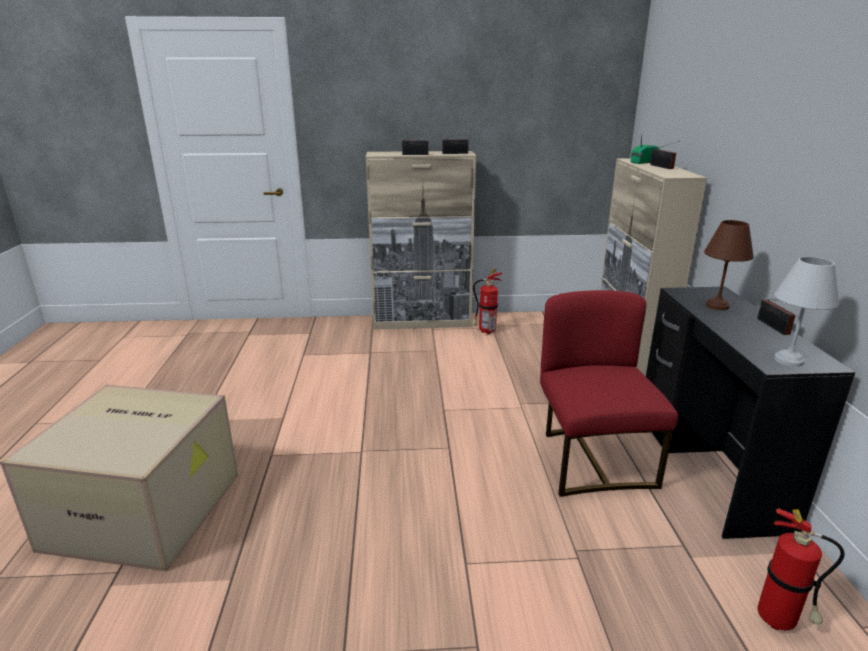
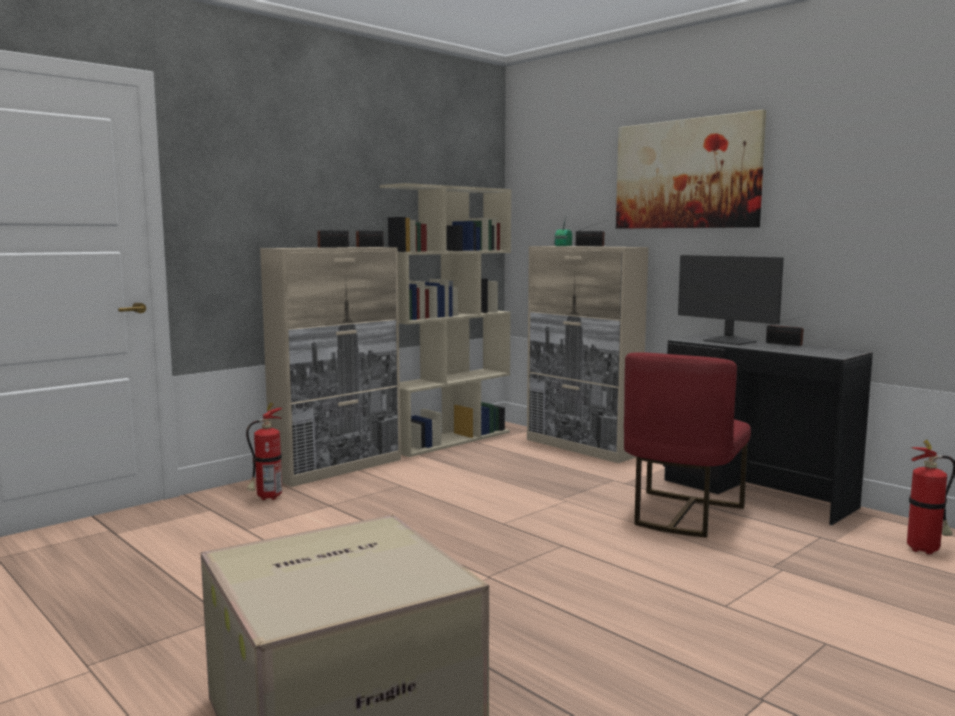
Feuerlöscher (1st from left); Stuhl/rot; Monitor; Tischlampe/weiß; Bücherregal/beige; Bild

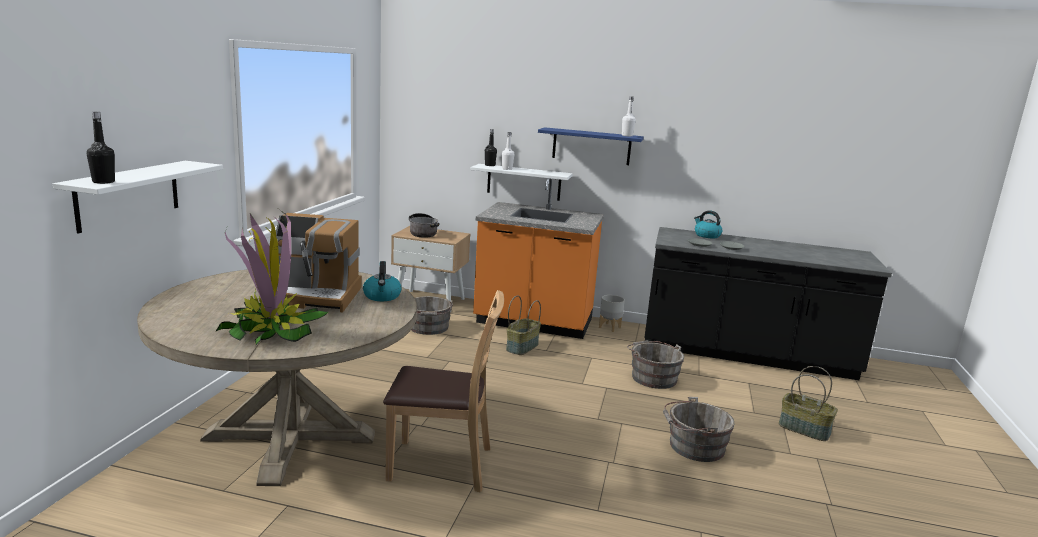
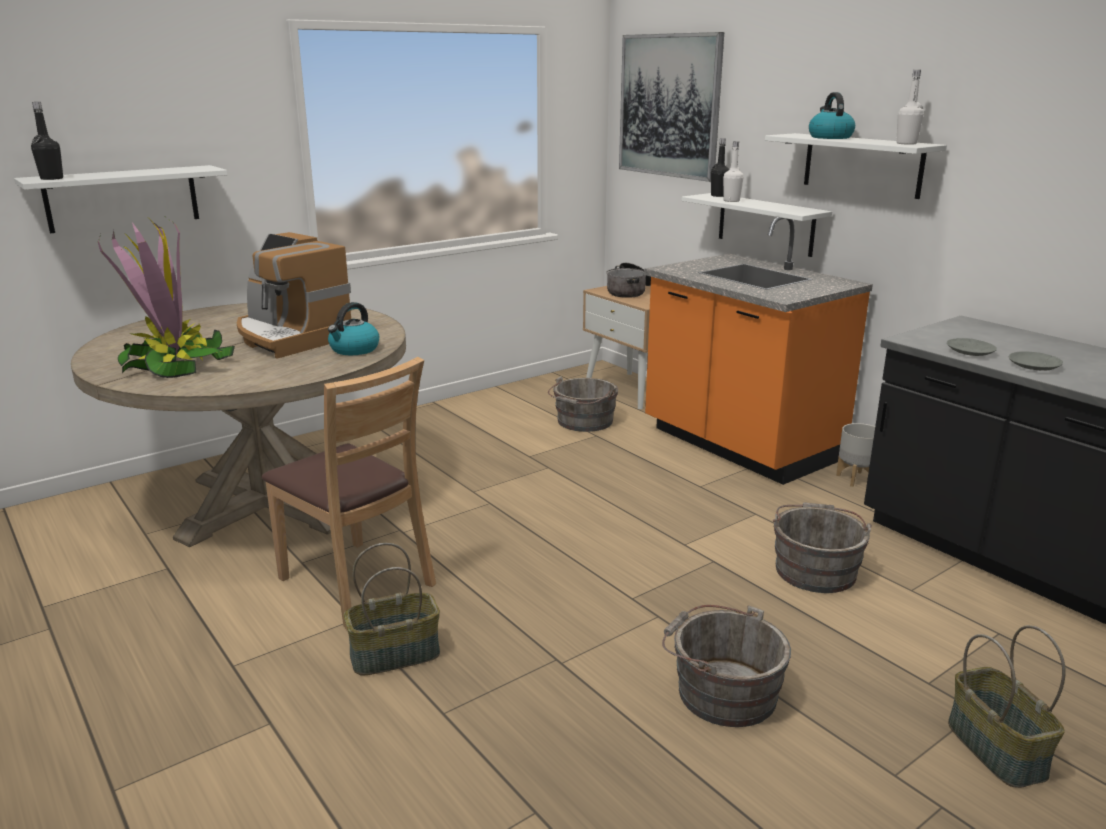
Korb (1st from left); Wandregal/weiß (3rd from left); Wasserkessel (2nd from left); Bild

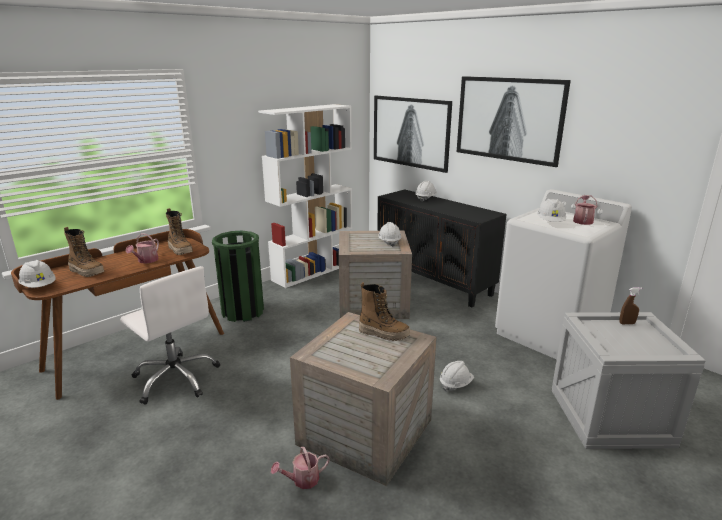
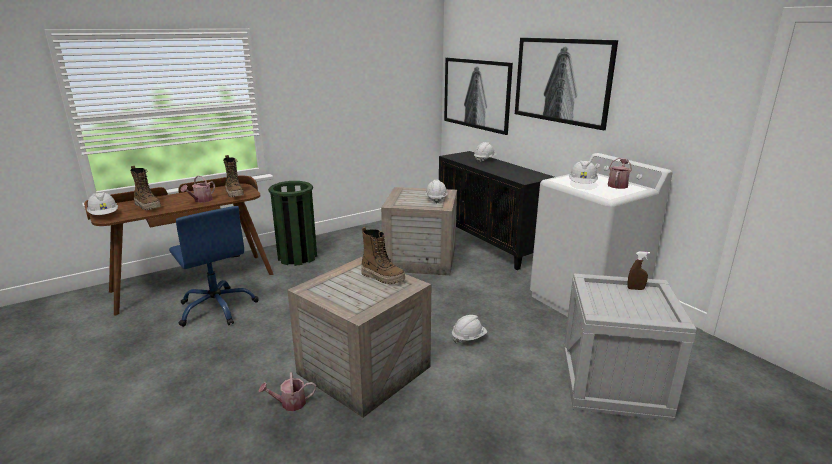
Bürostuhl/blau; Bücherregal/weiß

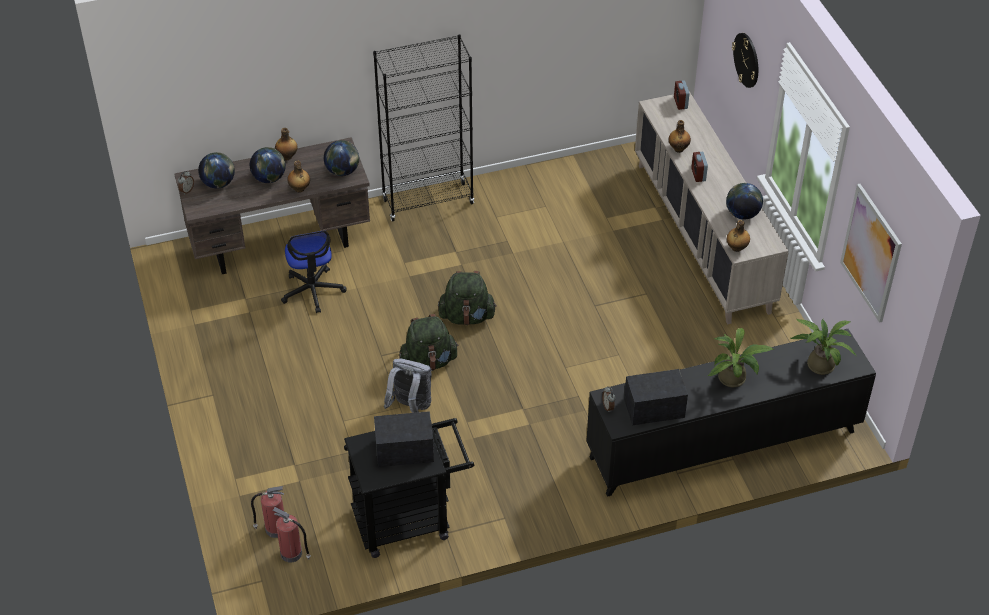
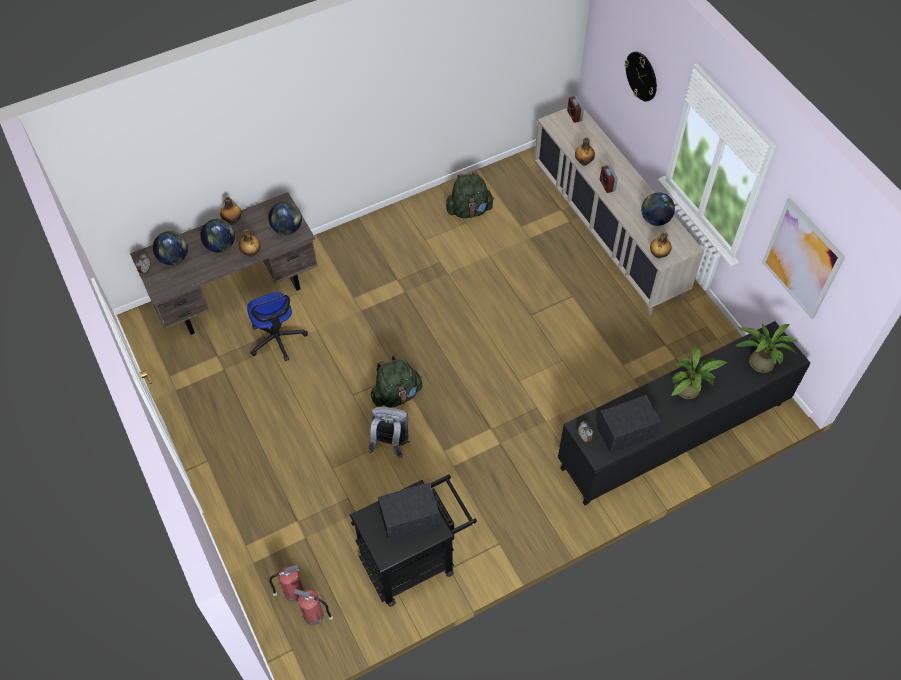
Bücherregal/schwarz; Rucksack/grün (2nd from left)

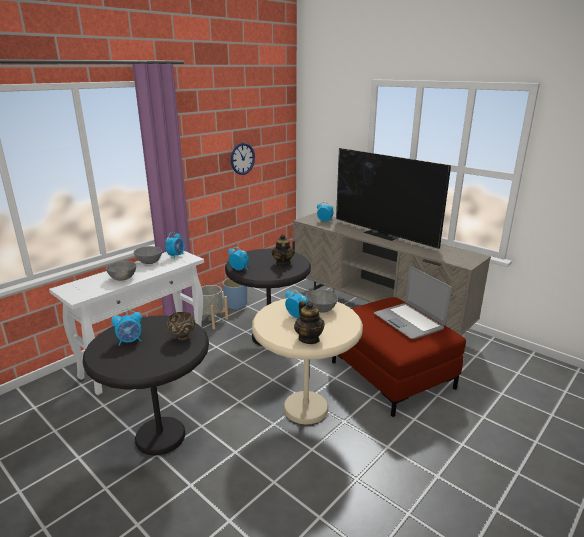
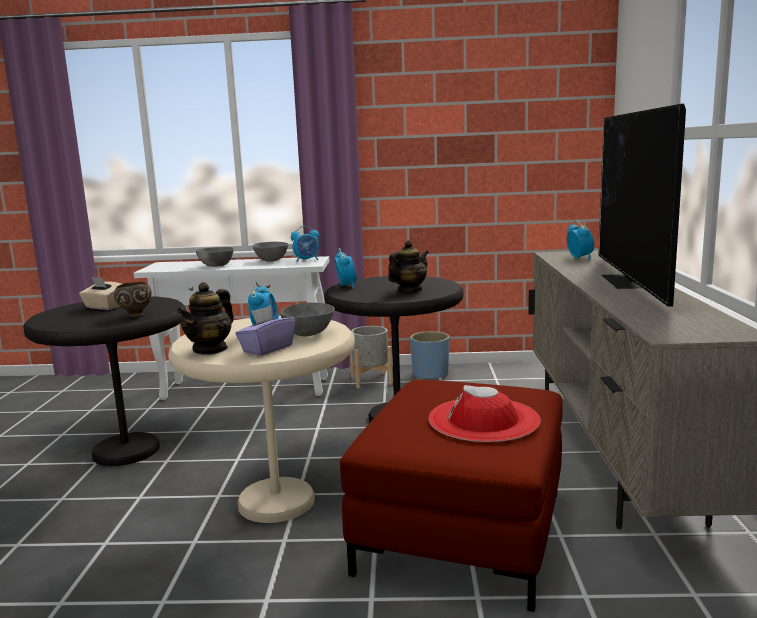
Taschentuchbox/beige; Wanduhr; Hut/rot; Taschentuchbox/lila

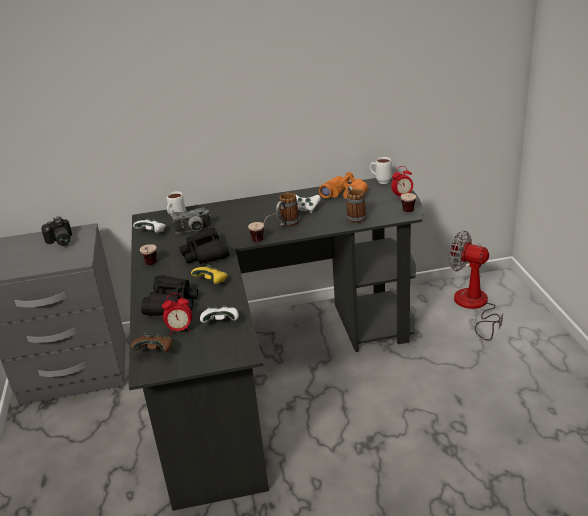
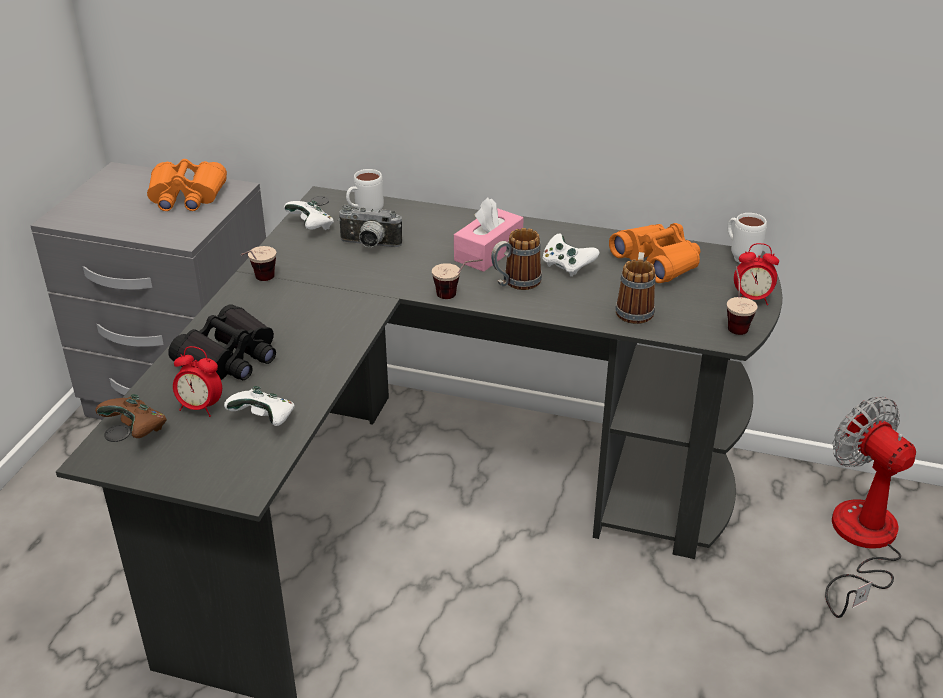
Fernglas/orange (1st from left); Fernglas/schwarz (2nd from left in the first image); Gamepad/gelb; Taschentuchbox/rosa

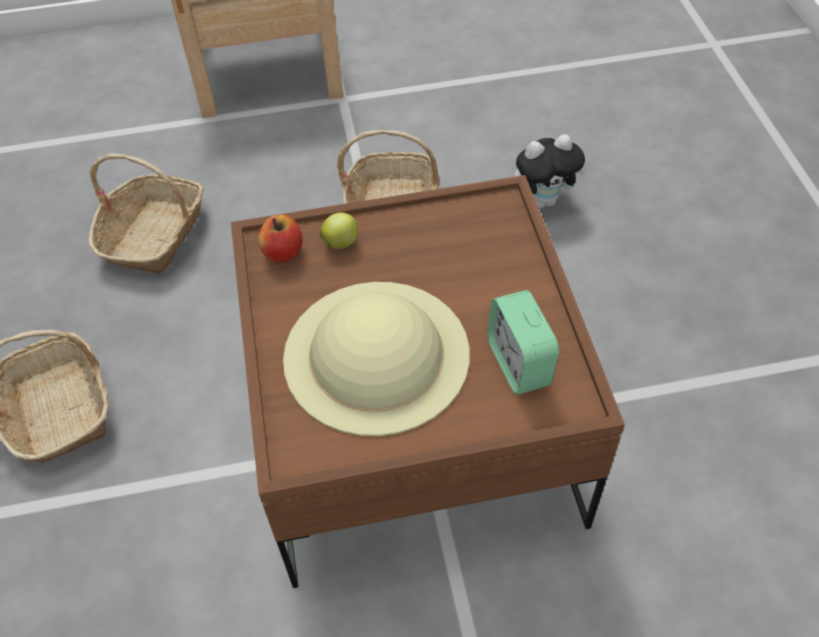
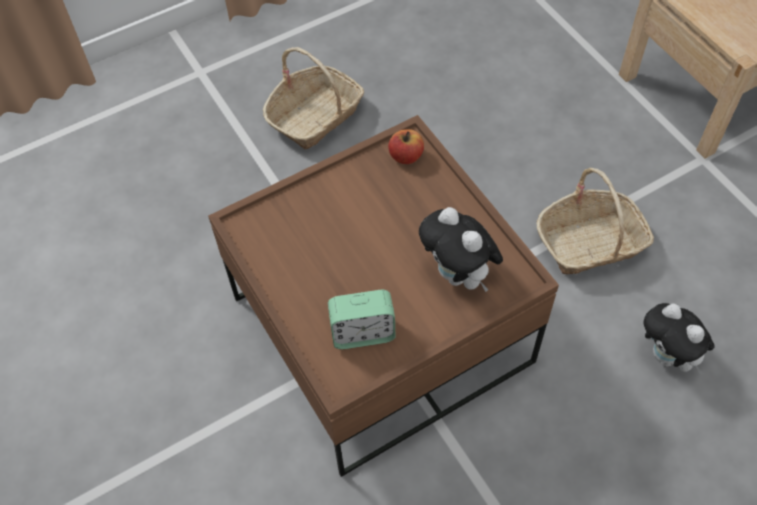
Korb (2nd from left in the first image); Hut/beige; Apfel (2nd from left in the first image); Wecker; Plüschtier (1st from left)

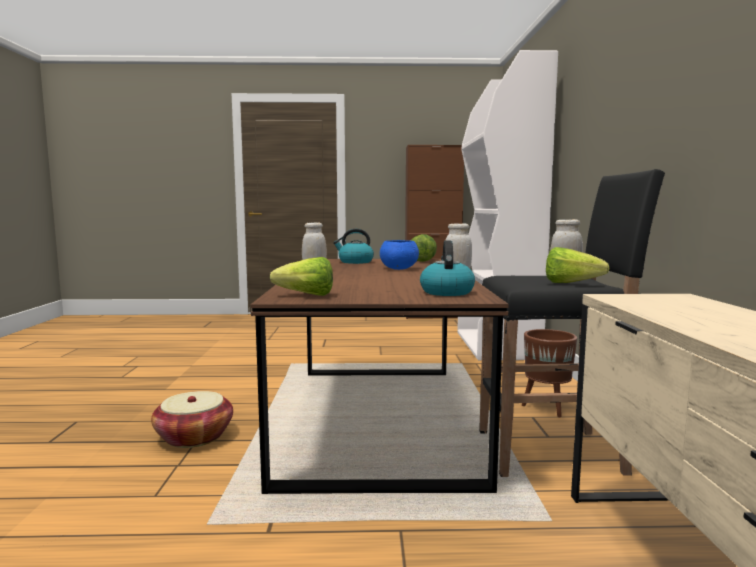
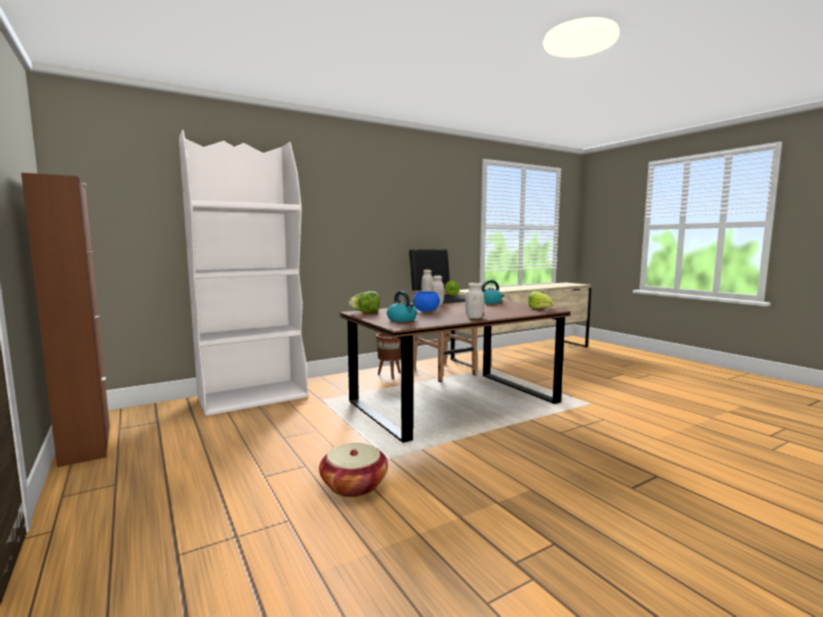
Korb

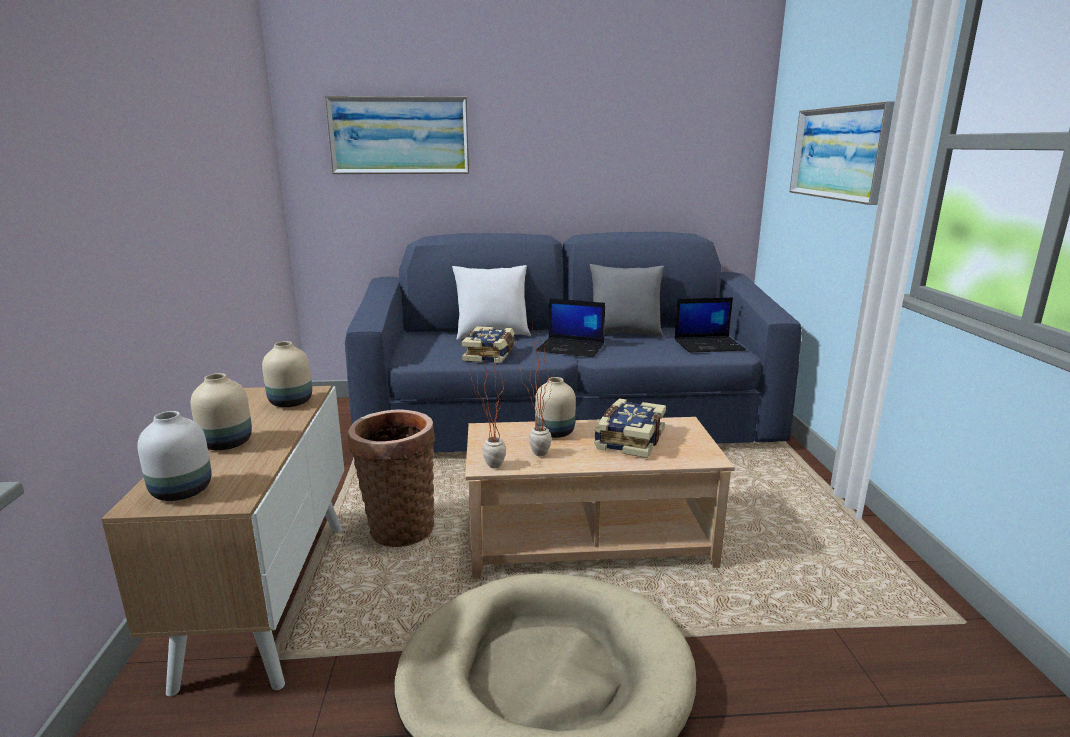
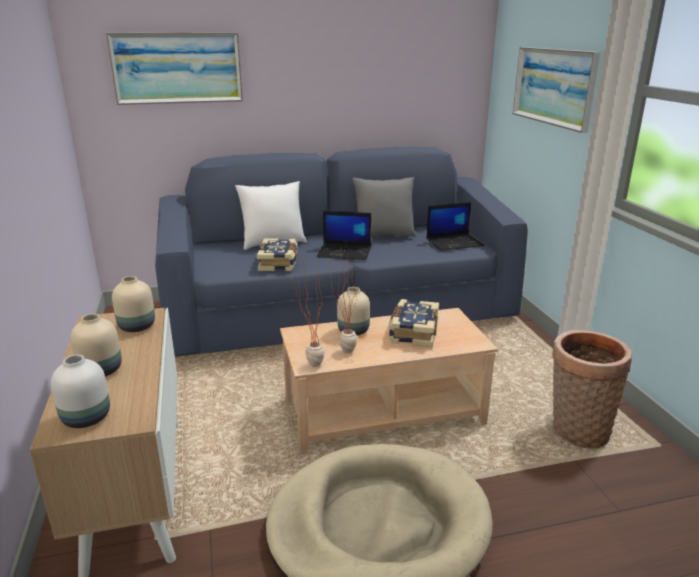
Korb

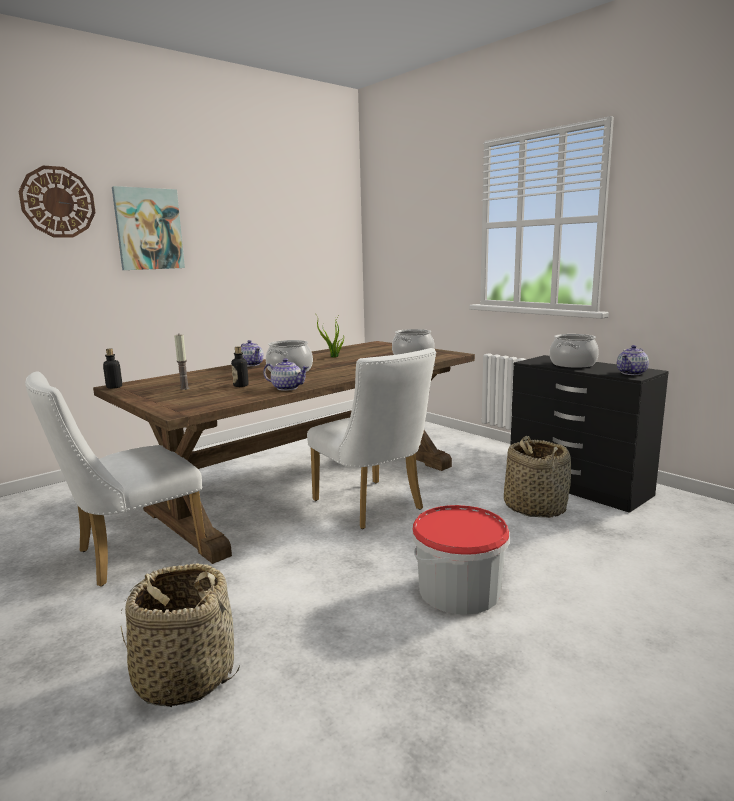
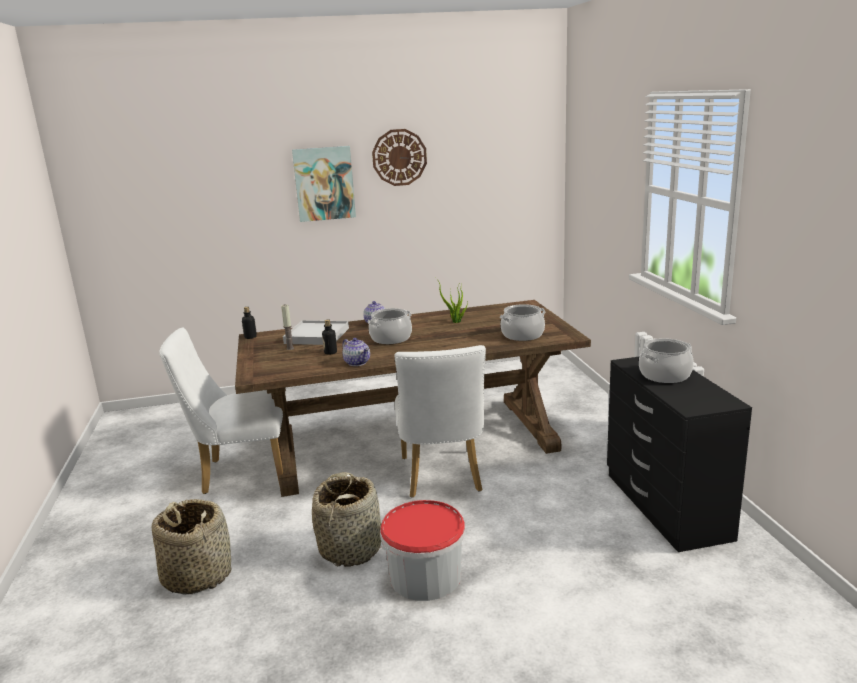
Wanduhr; Korb (2nd from left); Teekanne (3rd from left in the first image); Tablett/weiß

